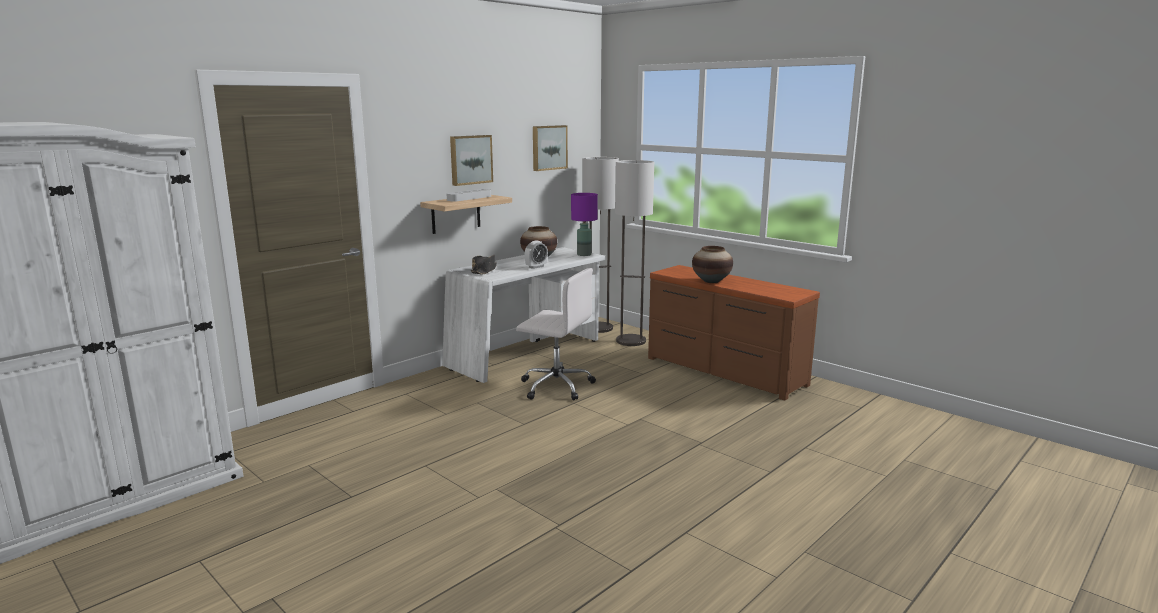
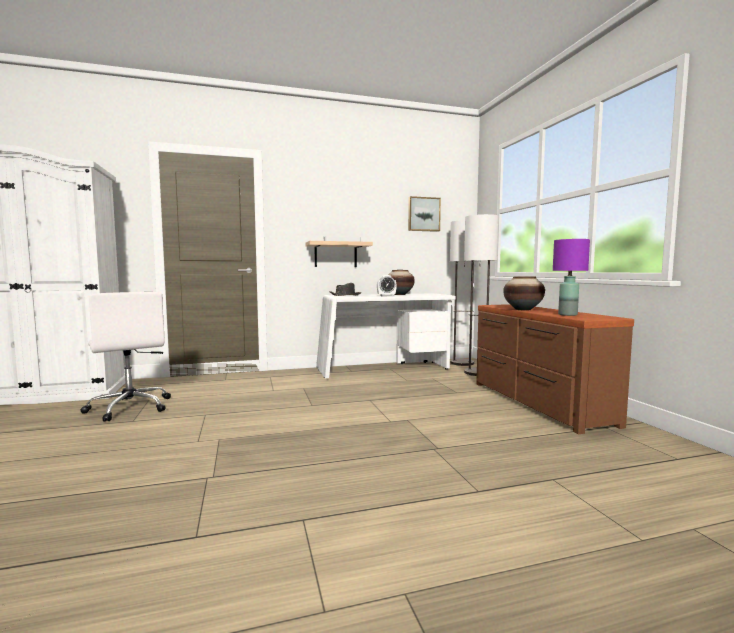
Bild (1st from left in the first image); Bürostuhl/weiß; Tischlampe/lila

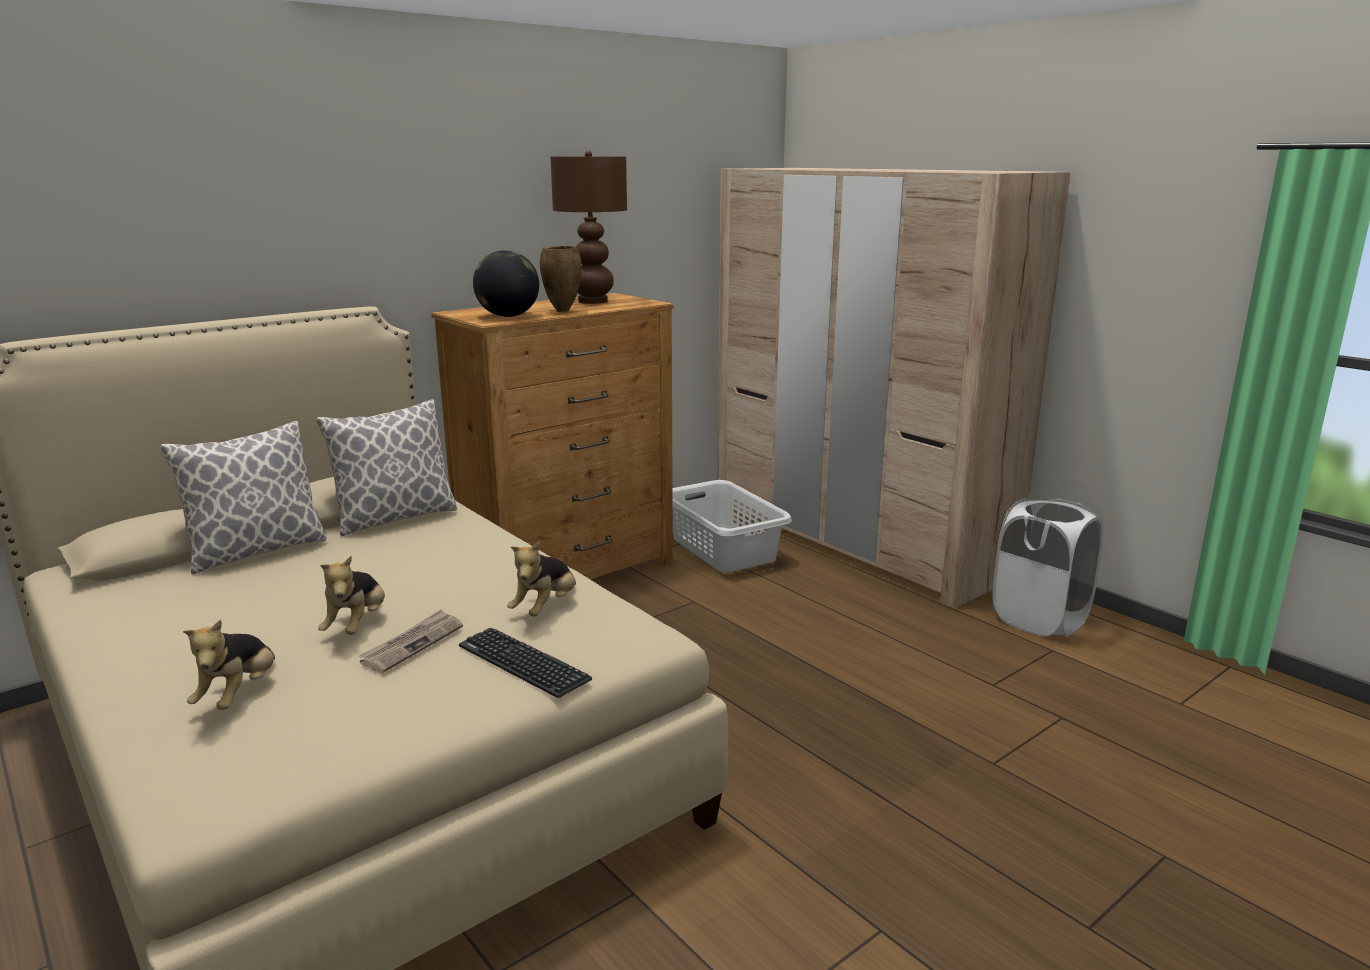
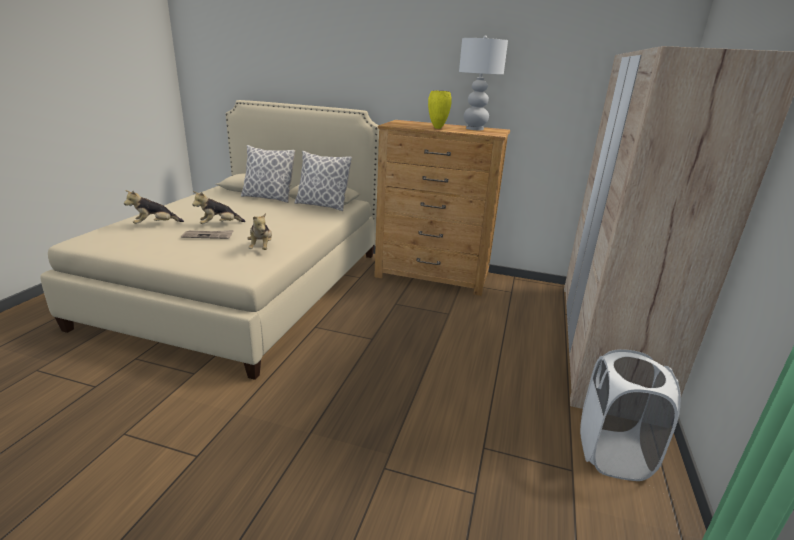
Tastatur; Globus; Plüschtier (3rd from left); Vase/gelb; Tischlampe/weiß; Wäschekorb/weiß (1st from left in the first image)

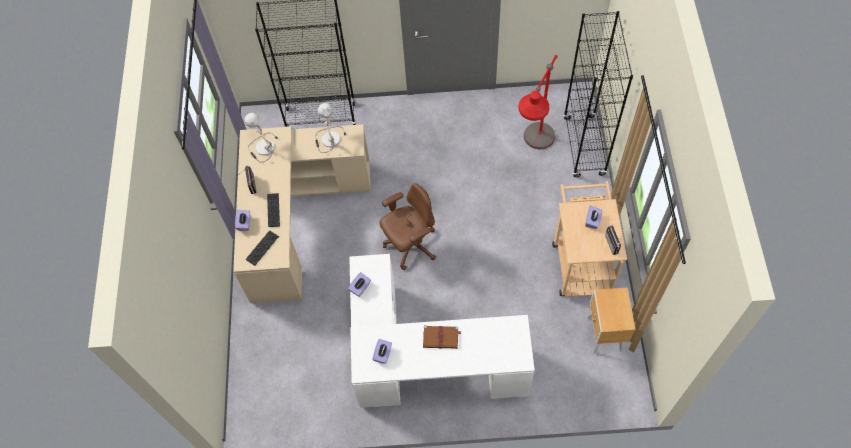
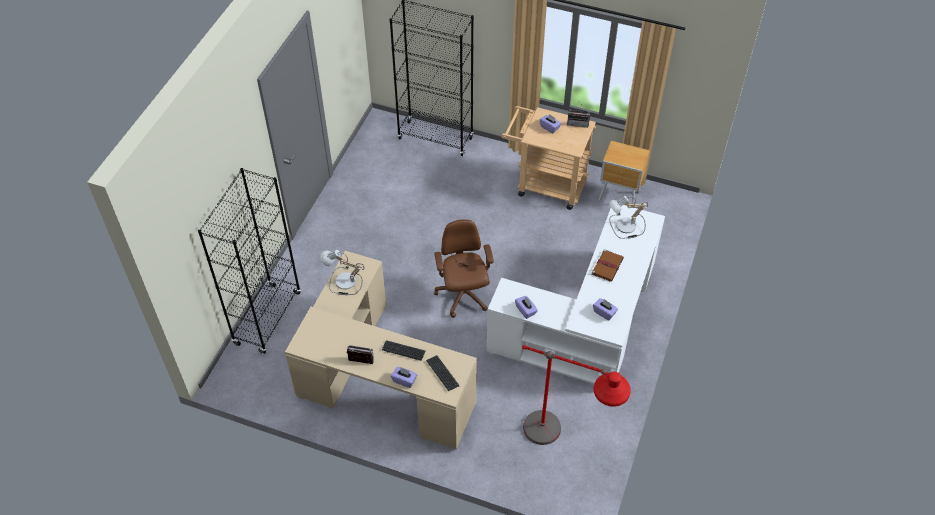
Tischlampe (2nd from left); Stehlampe/rot

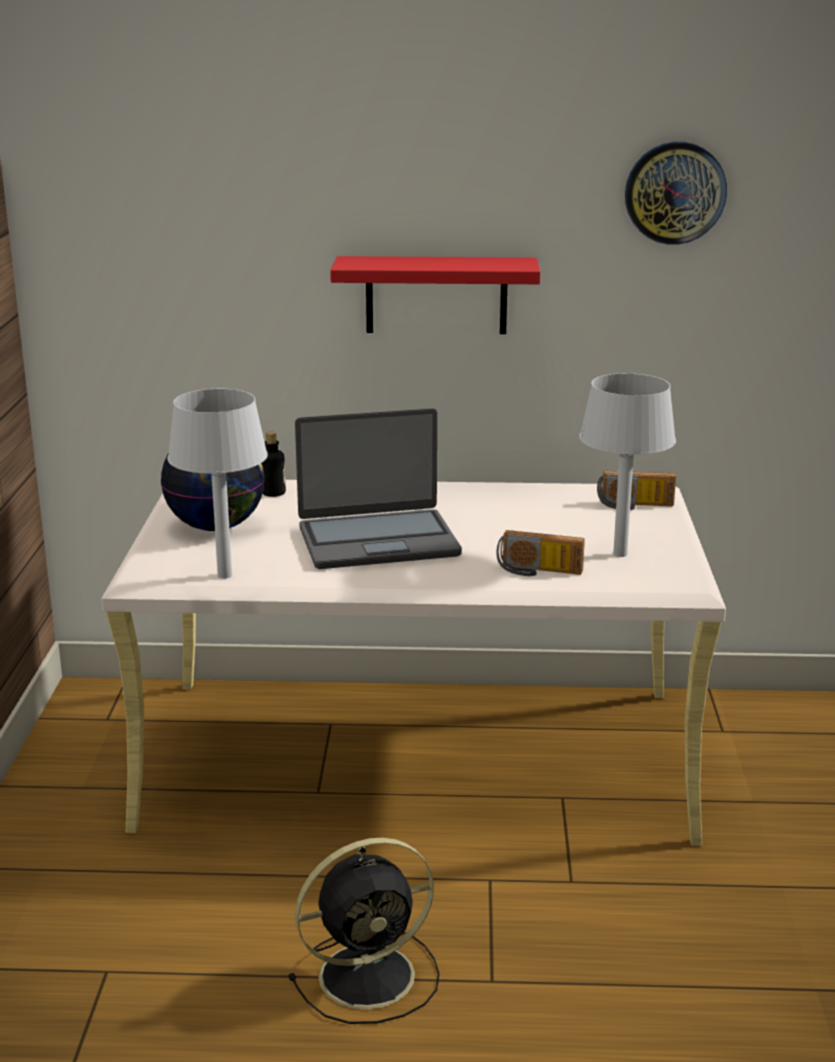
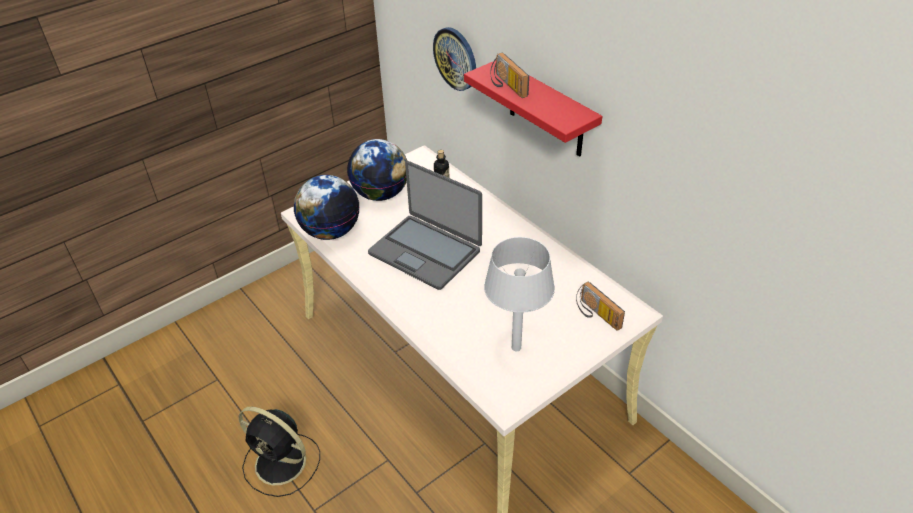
Globus (1st from left); Radio (1st from left); Wanduhr

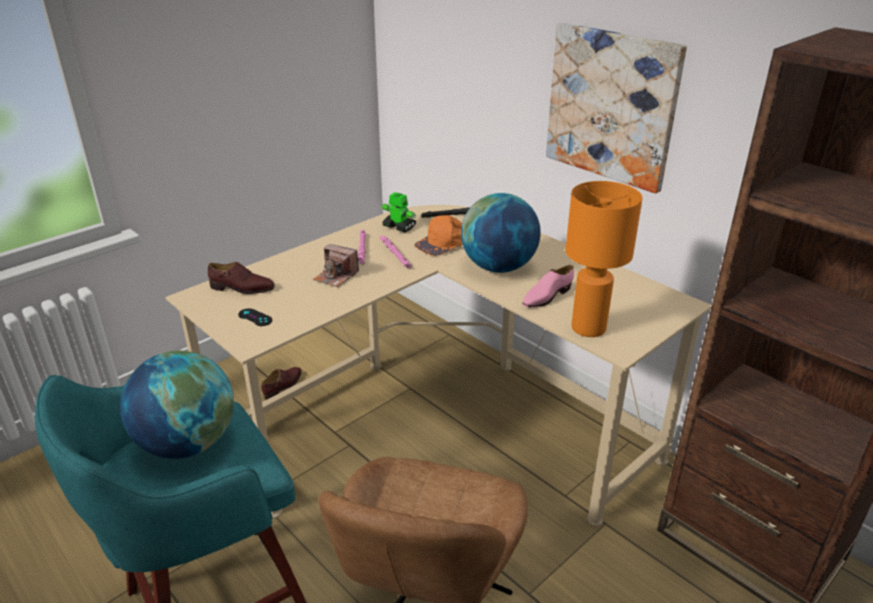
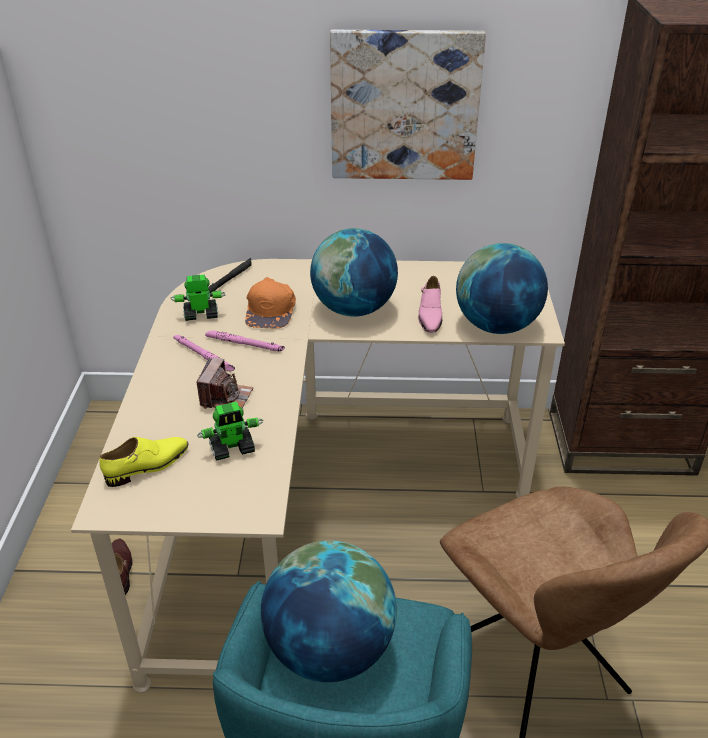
Schuh/gelb; Gamepad/schwarz; Kamera; Globus (3rd from left); Spielzeugroboter (2nd from left)

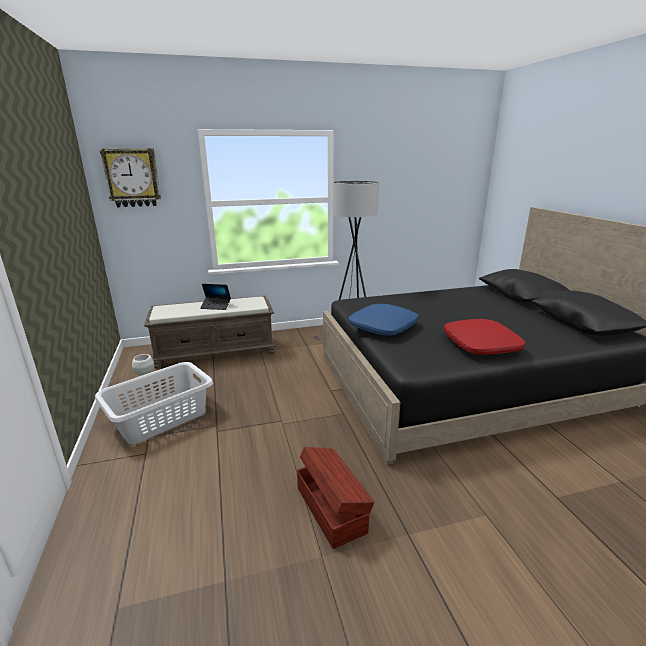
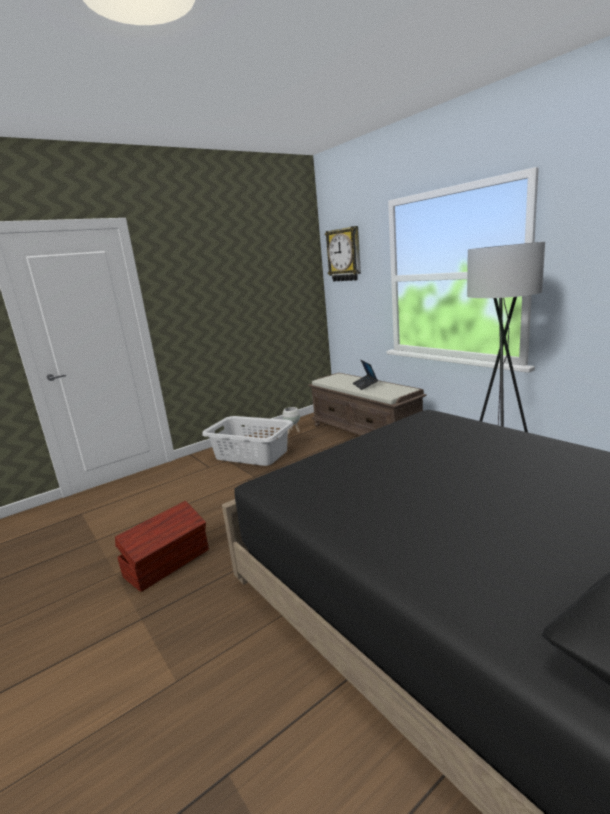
Kissen/blau; Kissen/rot

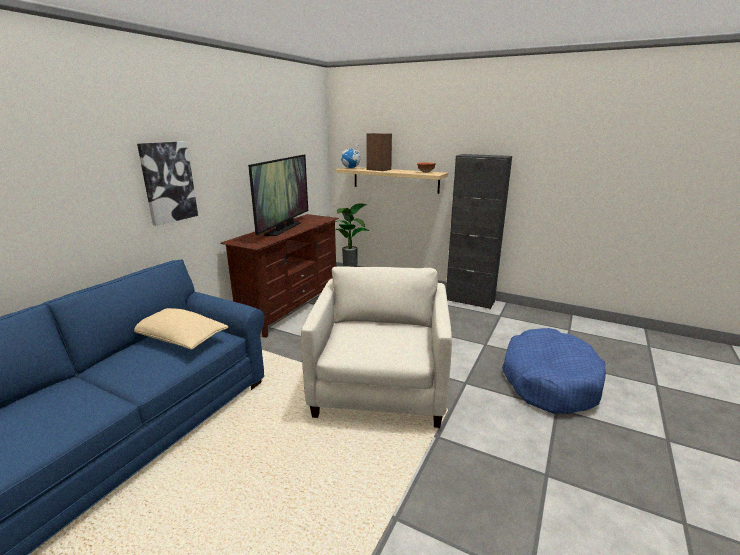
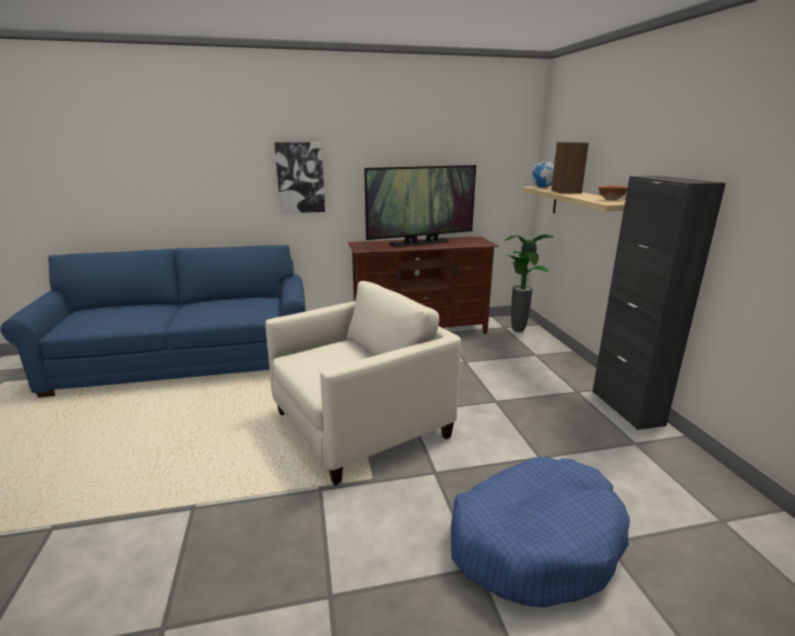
Kissen/beige

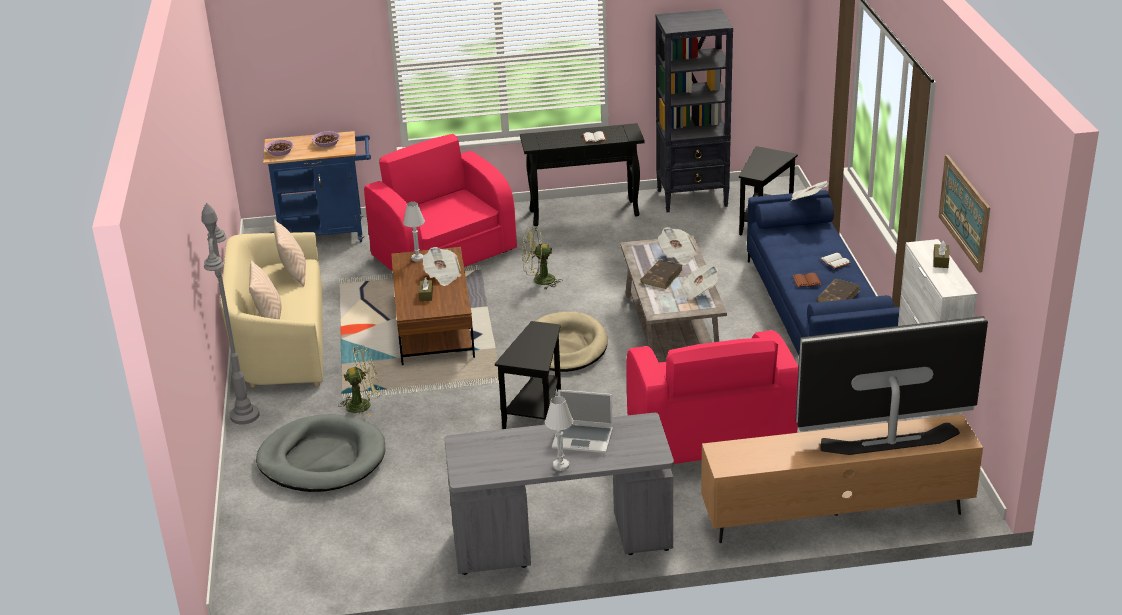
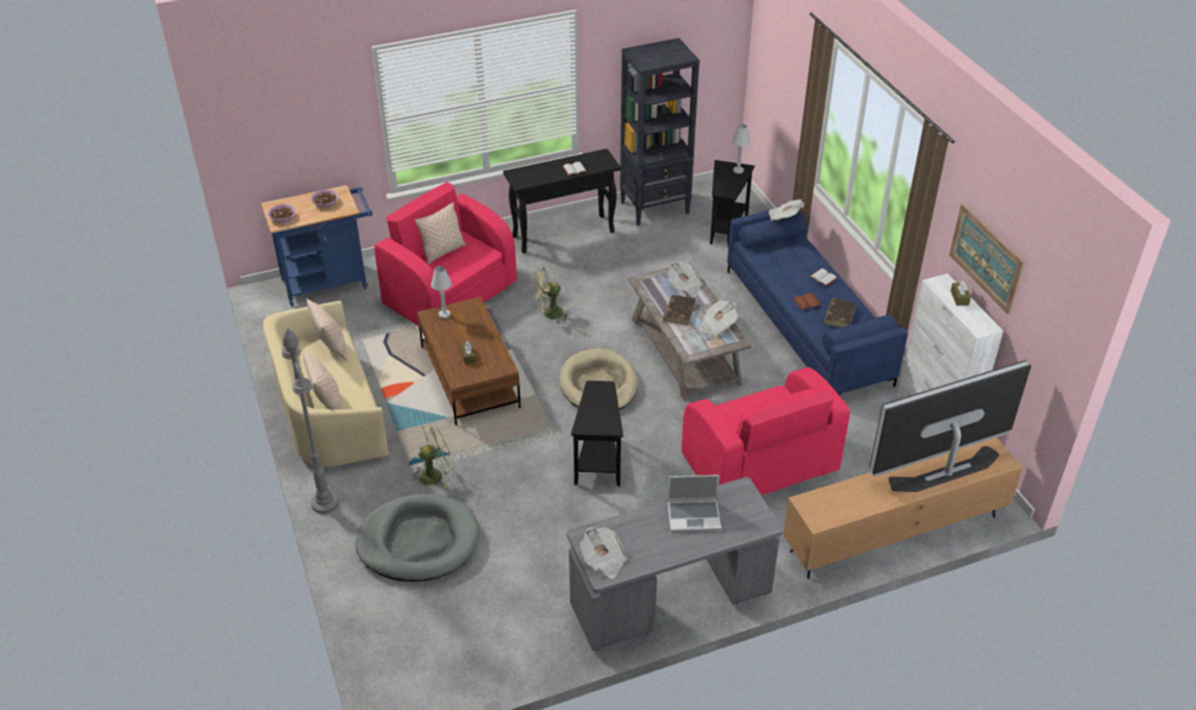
Zeitung (1st from left); Tischlampe/weiß (2nd from left); Kissen/beige (3rd from left)

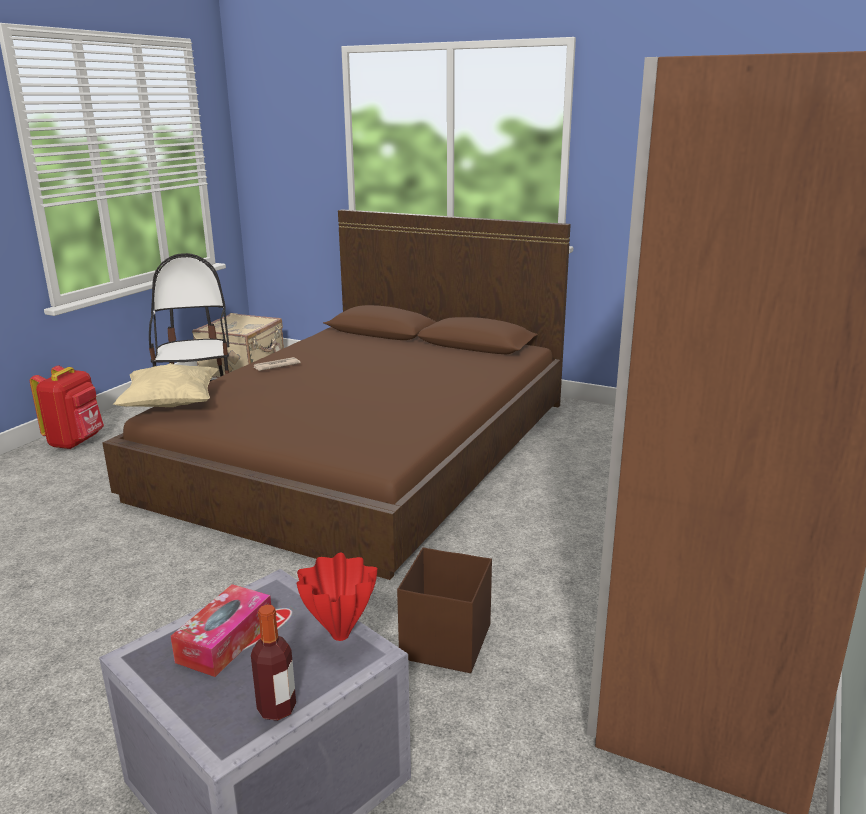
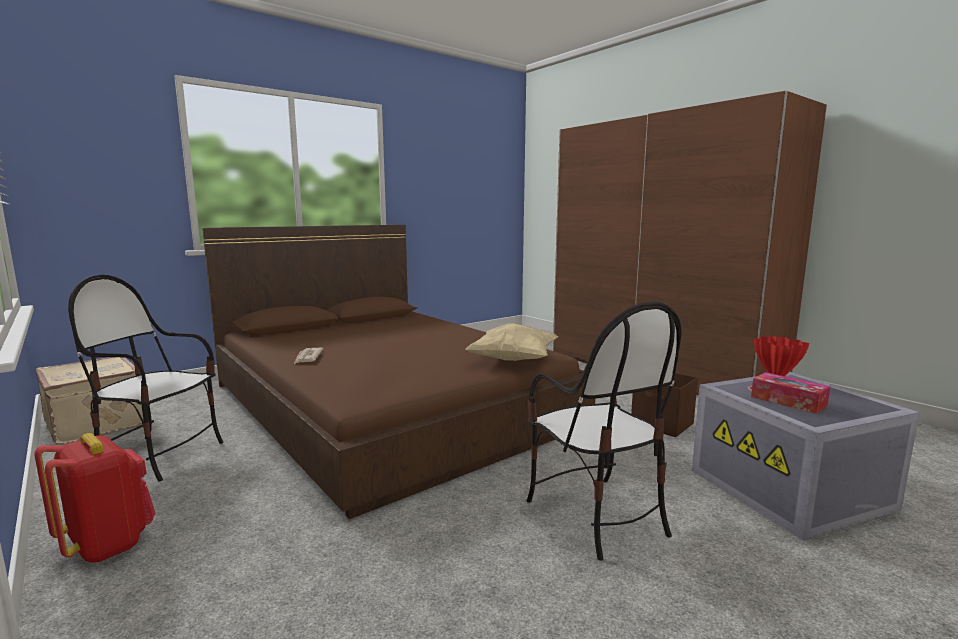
Kissen/beige; Flasche; Stuhl (2nd from left)

